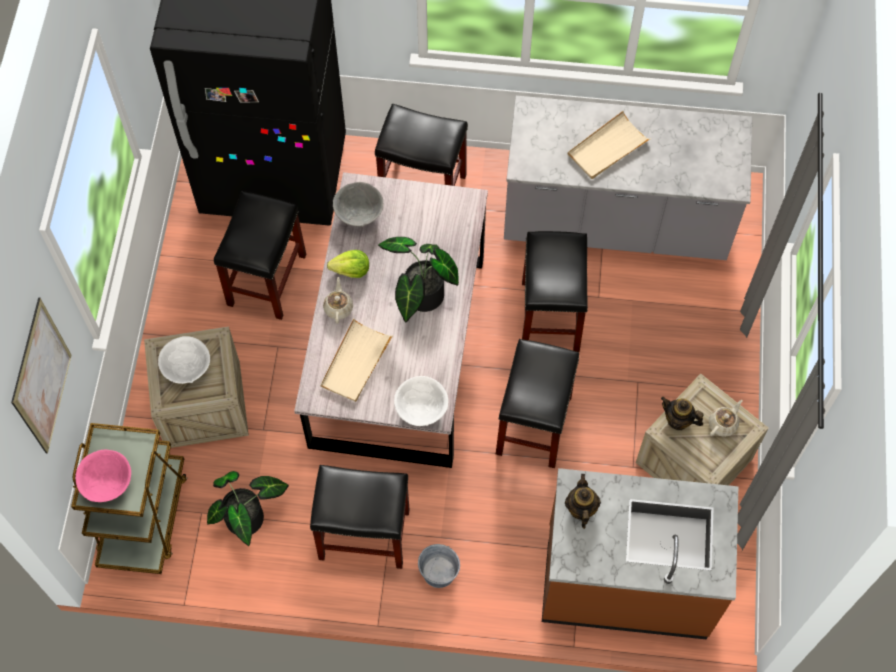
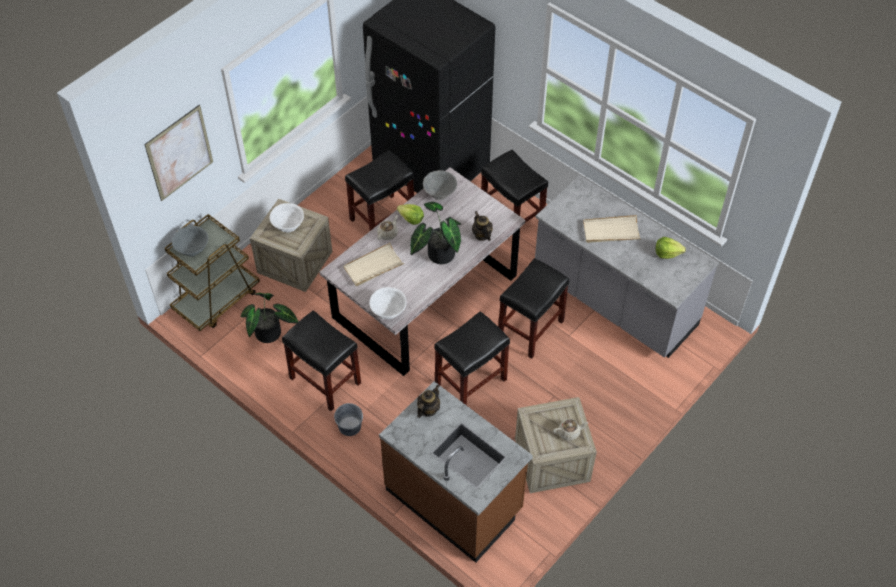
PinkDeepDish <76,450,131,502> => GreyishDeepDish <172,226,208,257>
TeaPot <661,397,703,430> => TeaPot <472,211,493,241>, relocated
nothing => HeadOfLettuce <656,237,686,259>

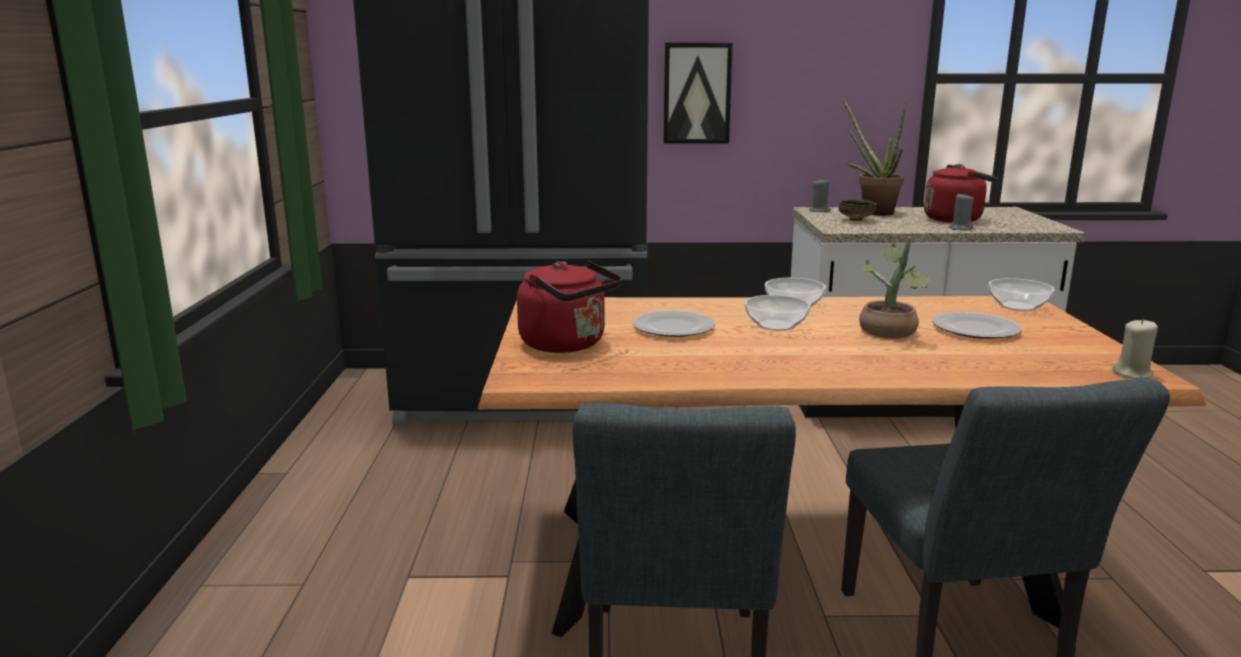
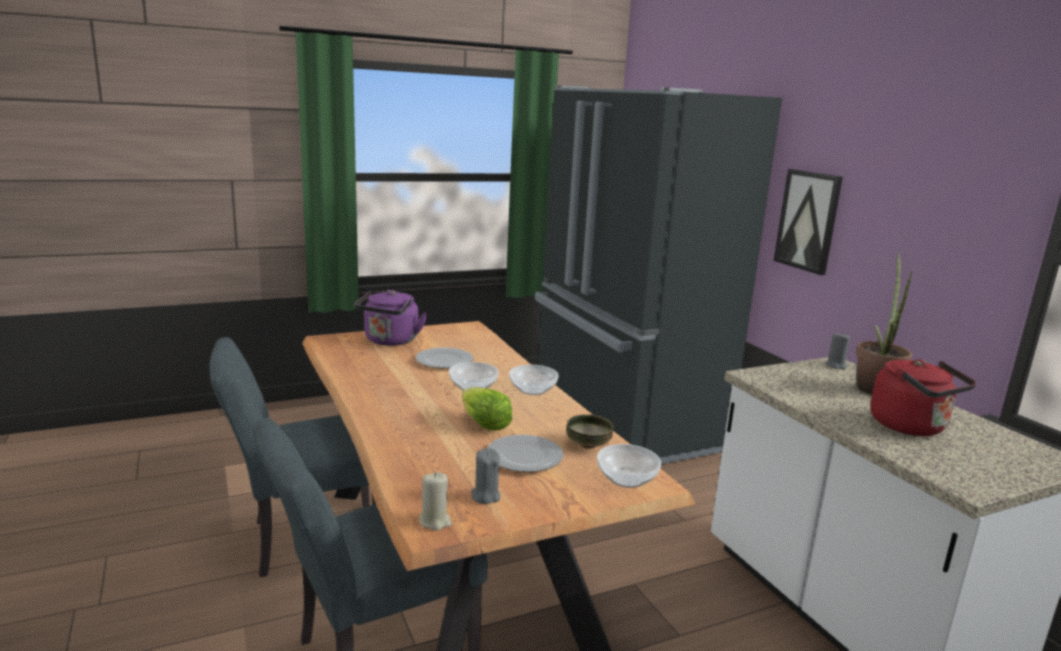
RedTeaKettle <517,260,622,353> => PurpleColouredTeaKettle <355,290,427,346>
Houseplant <859,237,929,338> => HeadOfLettuce <462,387,512,431>
GreyishWaxLight <949,193,974,230> => GreyishWaxLight <471,448,500,504>, relocated
DeepDish <839,199,876,221> => DeepDish <566,414,614,449>, relocated

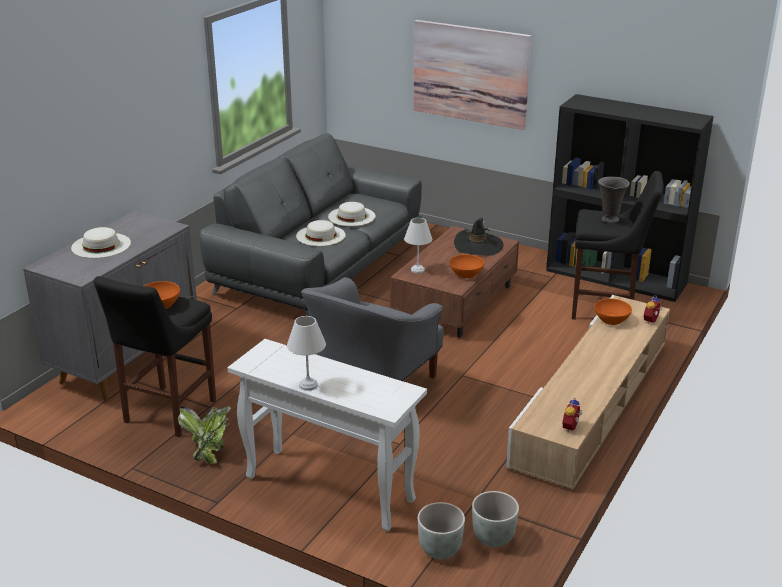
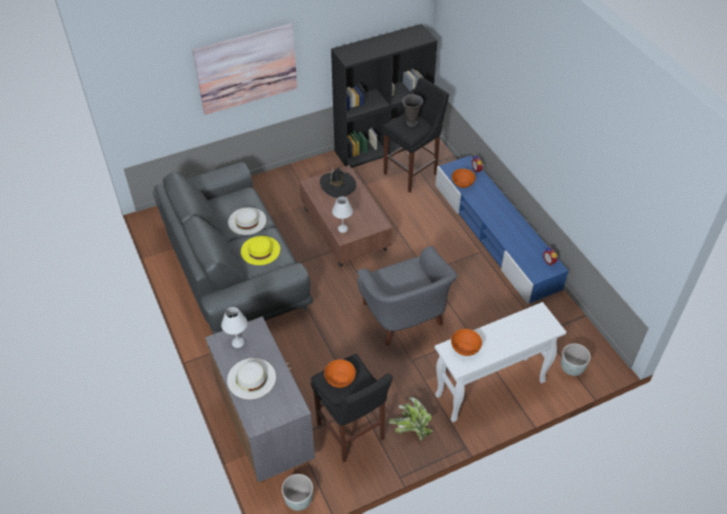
WhiteColouredLampForATable <287,316,326,391> => WhiteColouredLampForATable <221,307,247,348>, relocated
WhiteColouredHat <296,220,346,246> => YellowHat <241,236,280,265>
GreyishPlanter <472,491,519,547> => GreyishPlanter <282,474,313,511>, relocated
BeigeTvStand <506,295,670,490> => BlueColouredTvStand <435,155,568,304>
OrangeColouredDeepDish <450,254,484,278> => OrangeColouredDeepDish <451,329,482,356>, relocated

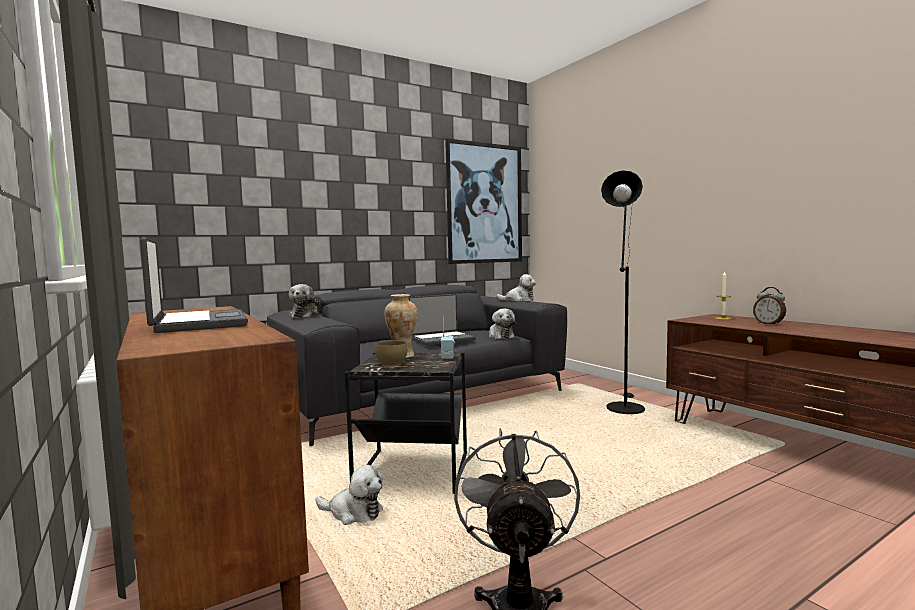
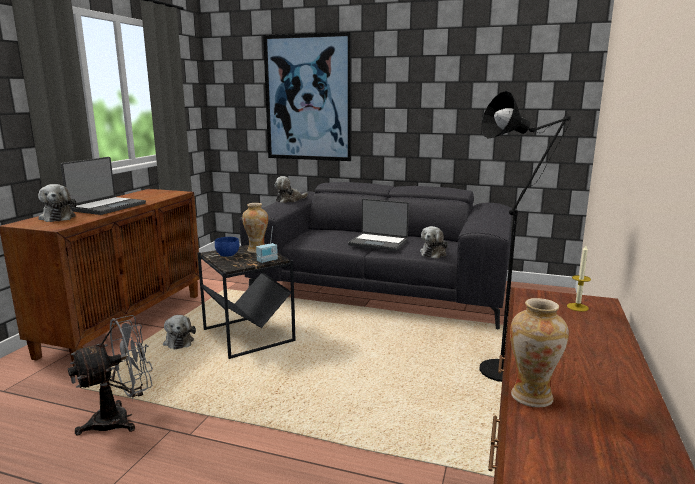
PlushToy <496,274,536,301> => PlushToy <38,184,77,222>, relocated
BrownColouredDeepDish <374,340,407,367> => BlueColouredDeepDish <215,237,239,257>
Picture <445,139,522,264> => Picture <263,32,352,161>, relocated
nothing => FlowerVase <510,298,569,408>
TableClock <753,287,786,325> => nothing

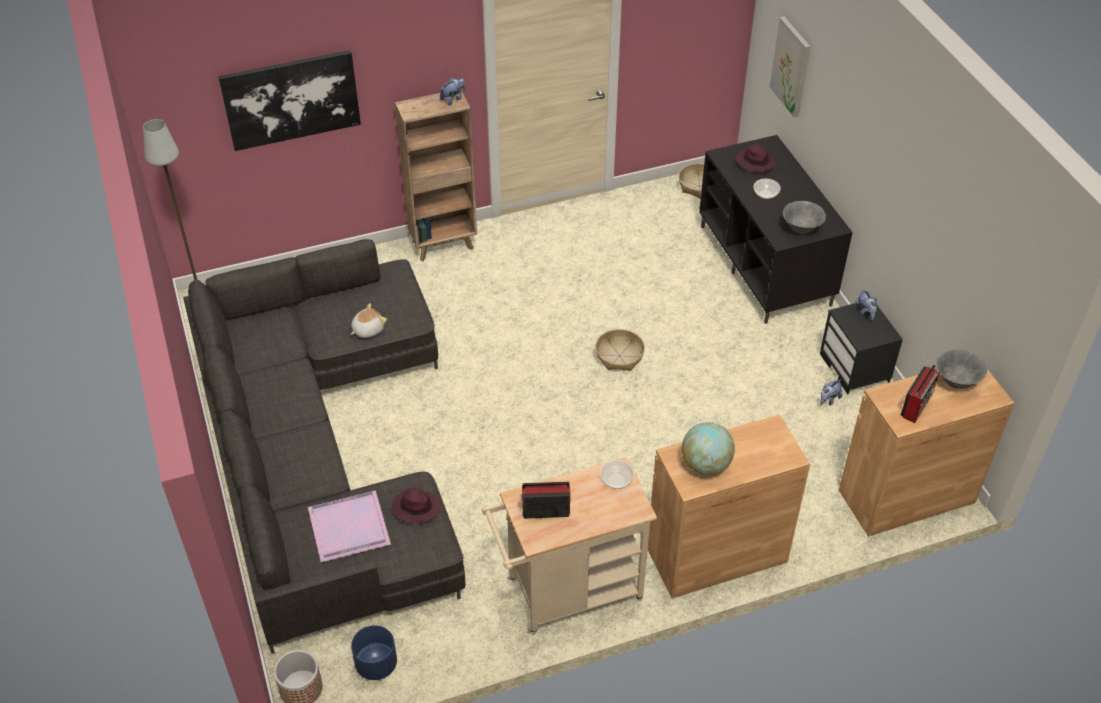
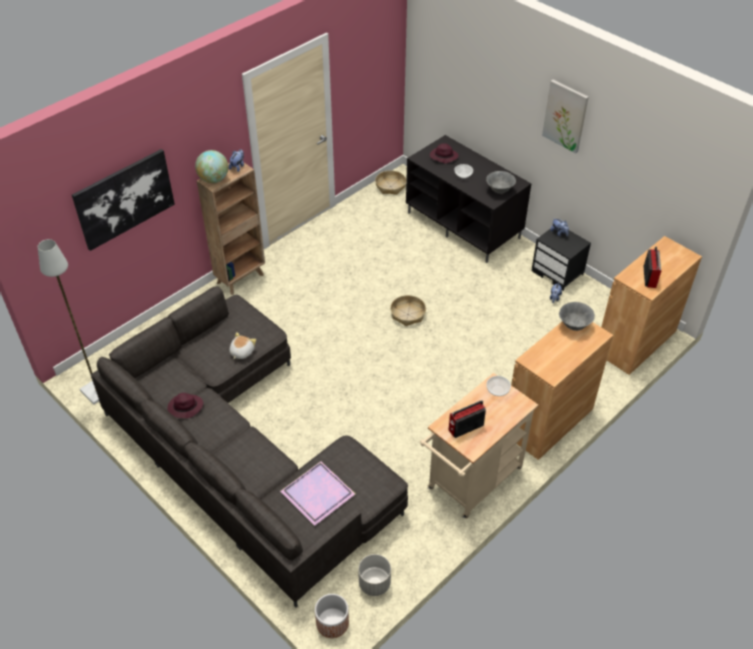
PurpleColouredHat <391,488,441,525> => PurpleColouredHat <167,393,203,418>, relocated
WorldGlobe <682,422,735,475> => WorldGlobe <195,150,228,183>, relocated
BlueColouredPlanter <351,625,397,680> => GreyishPlanter <358,554,391,596>
Picture <770,16,810,117> => Picture <542,80,589,153>, relocated
GreyishDeepDish <936,350,987,389> => GreyishDeepDish <559,302,595,331>, relocated

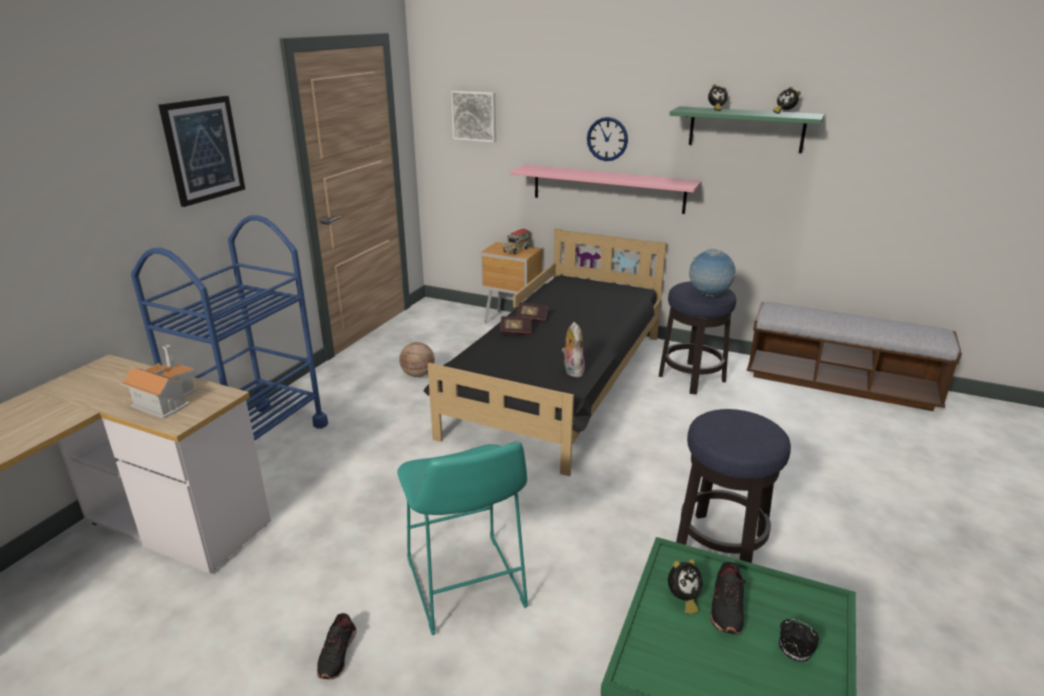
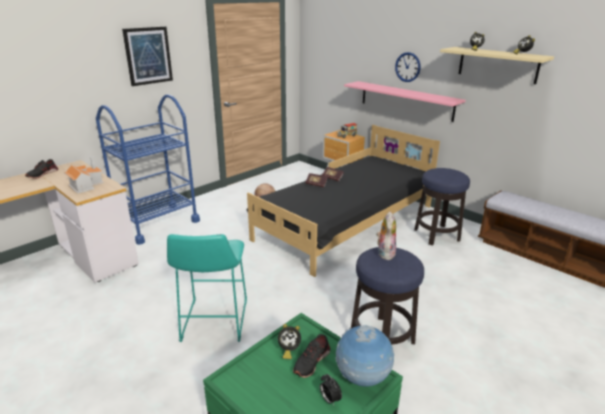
BlackLowShoe <317,613,356,679> => BlackLowShoe <25,159,58,179>, relocated
WorldGlobe <689,249,736,297> => WorldGlobe <336,325,395,387>, relocated
PlushToy <562,322,585,377> => PlushToy <376,212,396,260>, relocated
GreenColouredBracketShelf <669,106,824,153> => BeigeBracketShelf <440,47,554,84>
Picture <451,91,496,143> => nothing

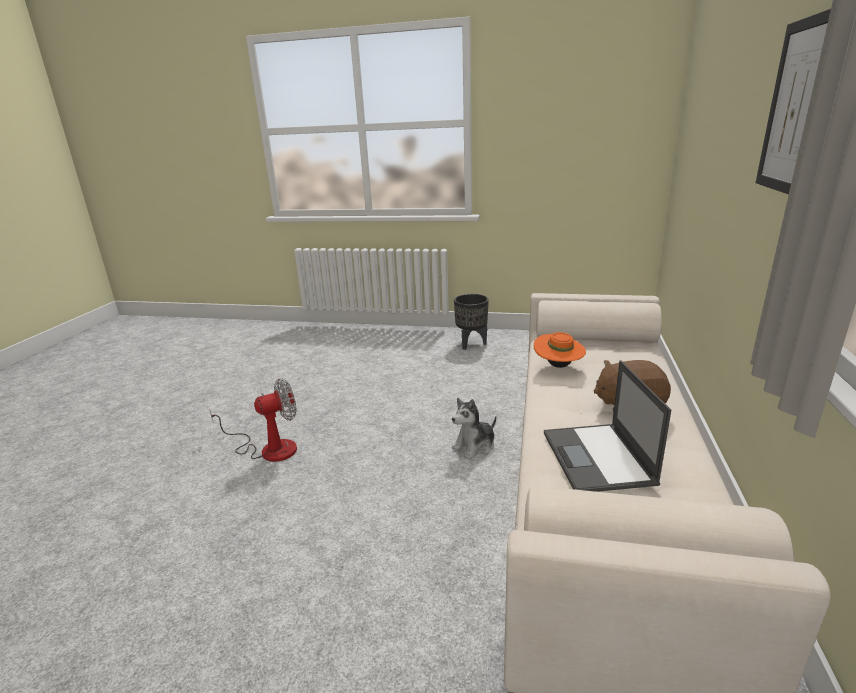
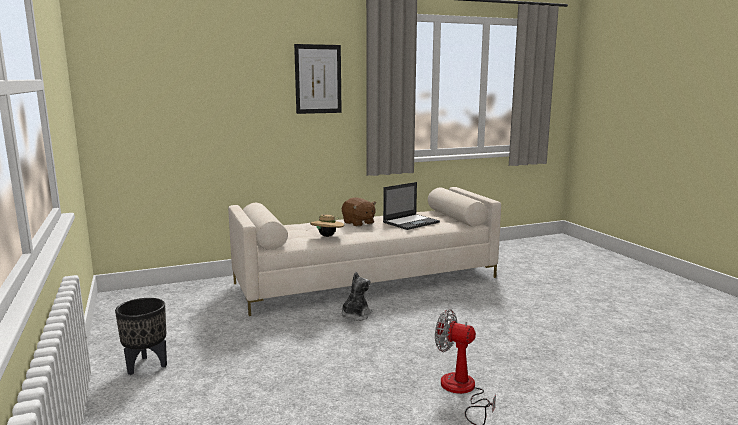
OrangeColouredHat <534,332,586,368> => BeigeHat <310,215,344,237>
PlushToy <452,398,496,460> => PlushToy <341,272,372,321>, 75 degrees counterclockwise

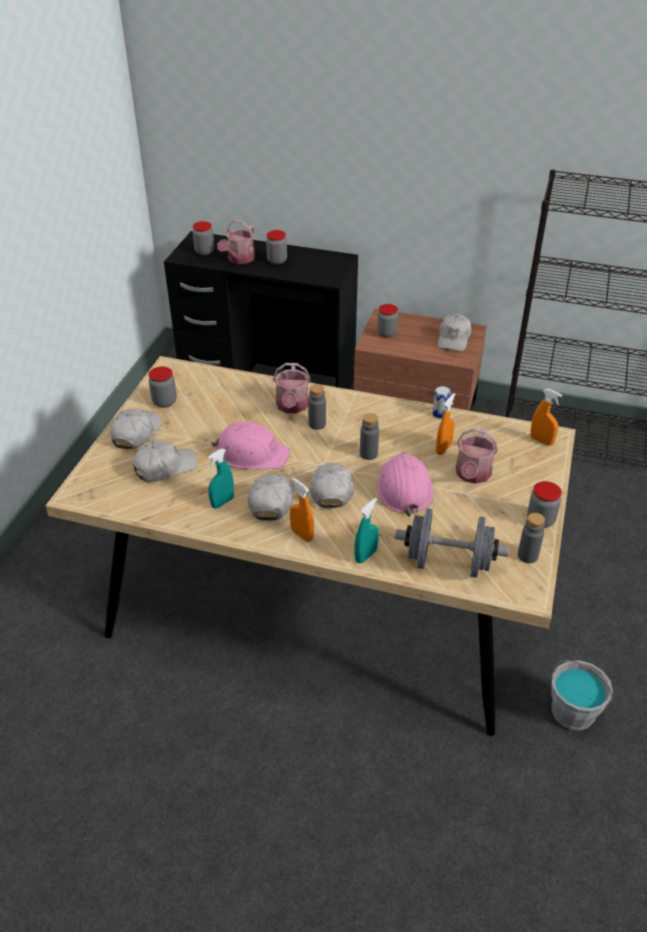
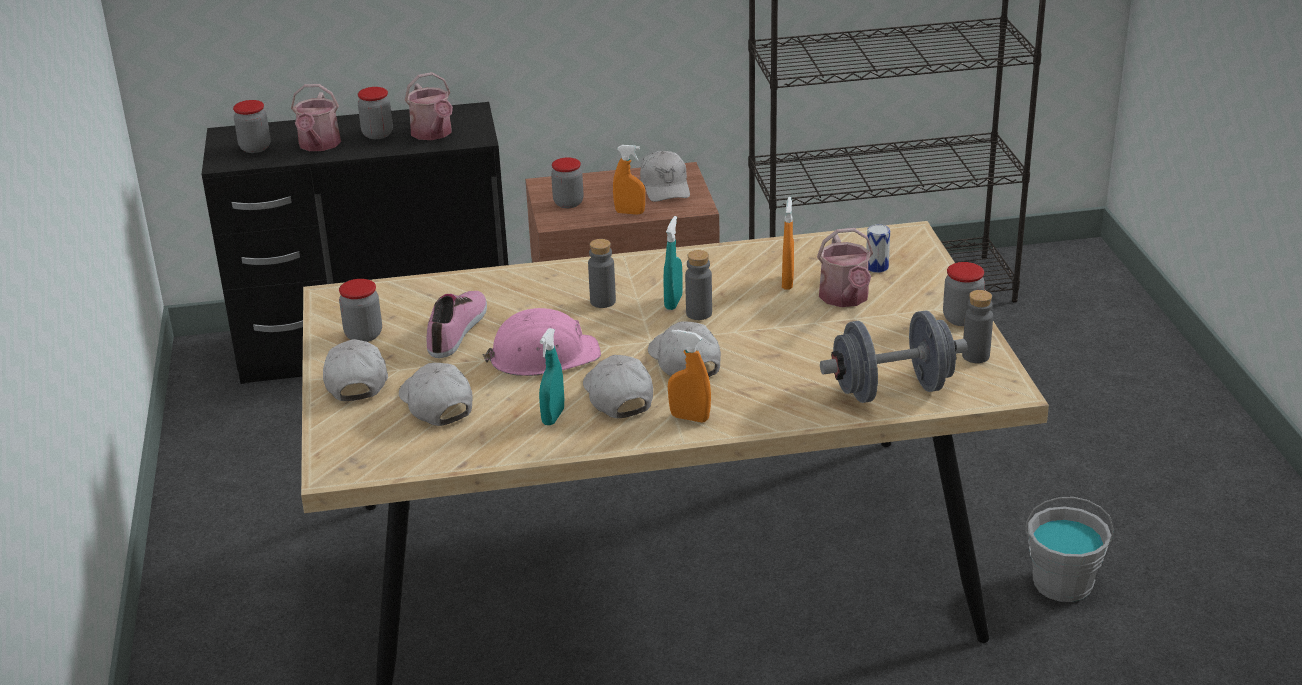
WhiteColouredPeakedCap <132,440,198,482> => WhiteColouredPeakedCap <399,363,473,426>, 60 degrees counterclockwise
SprinklingCan <273,363,311,414> => SprinklingCan <405,72,453,140>, relocated
nothing => LowShoe <427,291,487,358>
OrangeColouredSprayBottle <530,389,562,446> => OrangeColouredSprayBottle <613,145,645,215>, relocated
BlueGreenSprayBottle <354,498,379,563> => BlueGreenSprayBottle <663,216,683,310>, relocated
SealedCan <433,386,451,419> => SealedCan <866,224,890,273>, relocated
PinkHardHat <378,453,434,517> => nothing

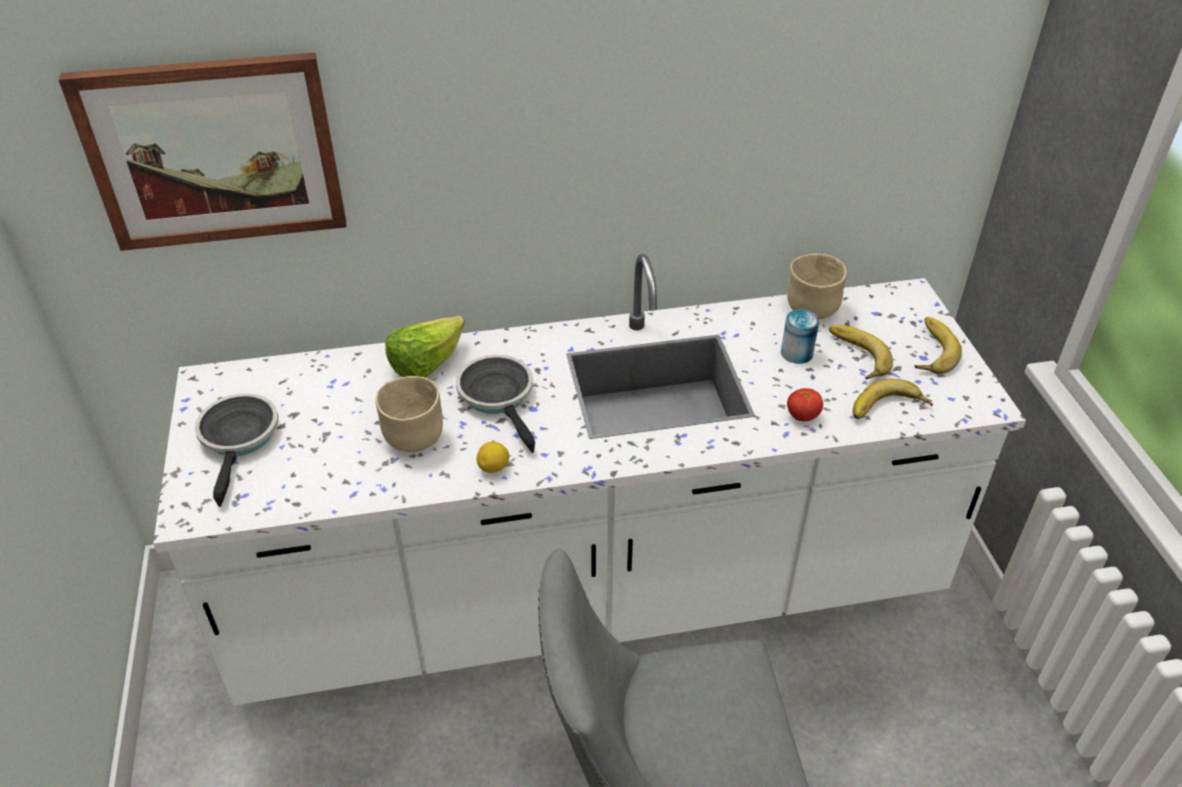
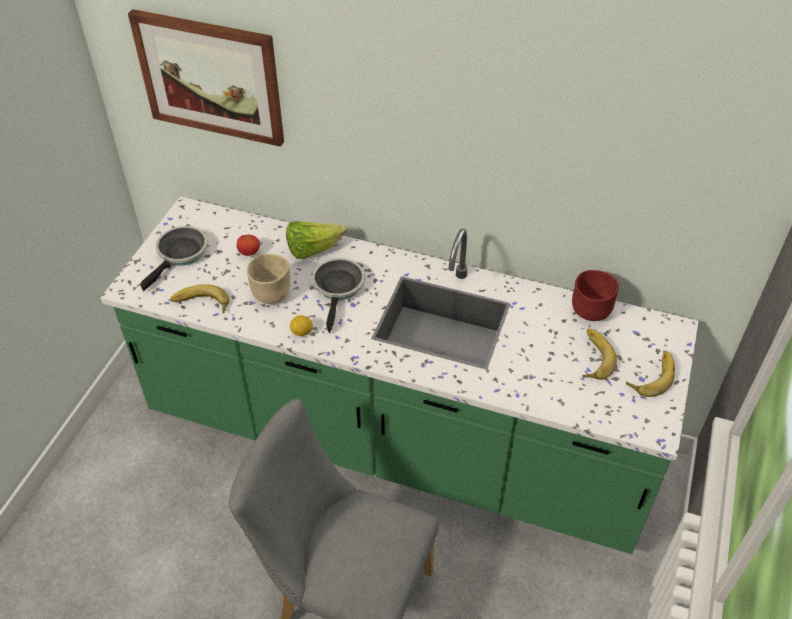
WhiteColouredKitchenCounter <153,254,1026,705> => GreenColouredKitchenCounter <101,197,699,554>
Banana <853,379,933,419> => Banana <170,284,229,313>, relocated
Tomato <787,388,823,421> => Tomato <237,235,260,256>, relocated
BeigeDeepDish <787,254,847,319> => RedDeepDish <572,270,619,321>
SealedCan <781,310,819,364> => nothing

